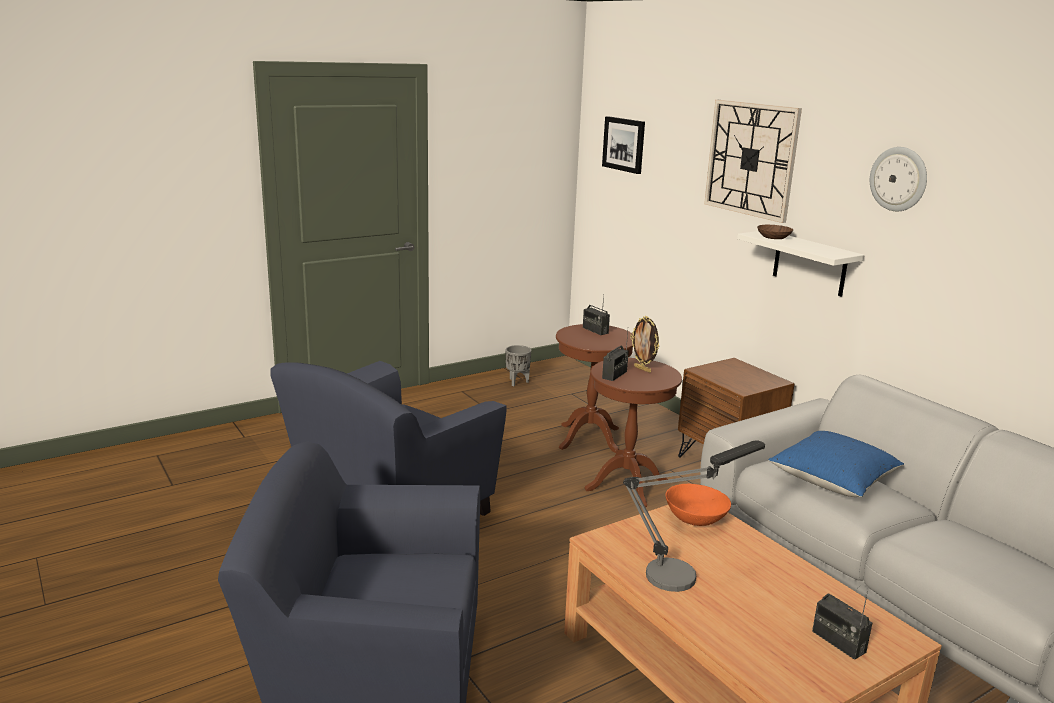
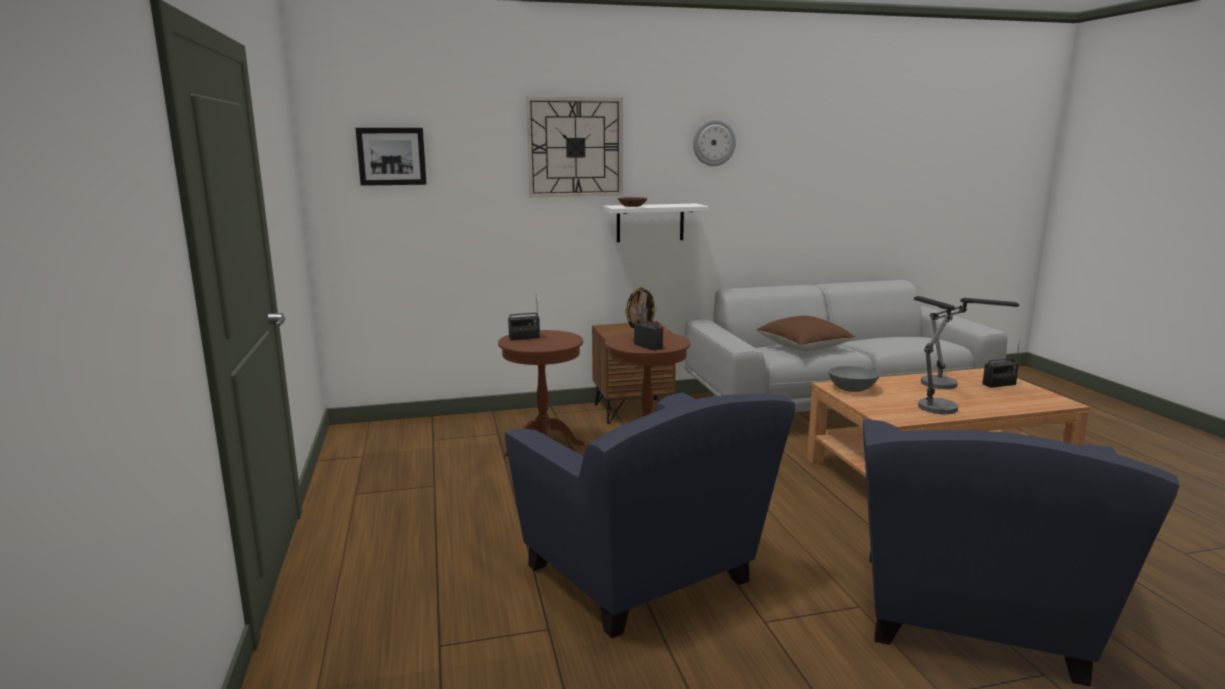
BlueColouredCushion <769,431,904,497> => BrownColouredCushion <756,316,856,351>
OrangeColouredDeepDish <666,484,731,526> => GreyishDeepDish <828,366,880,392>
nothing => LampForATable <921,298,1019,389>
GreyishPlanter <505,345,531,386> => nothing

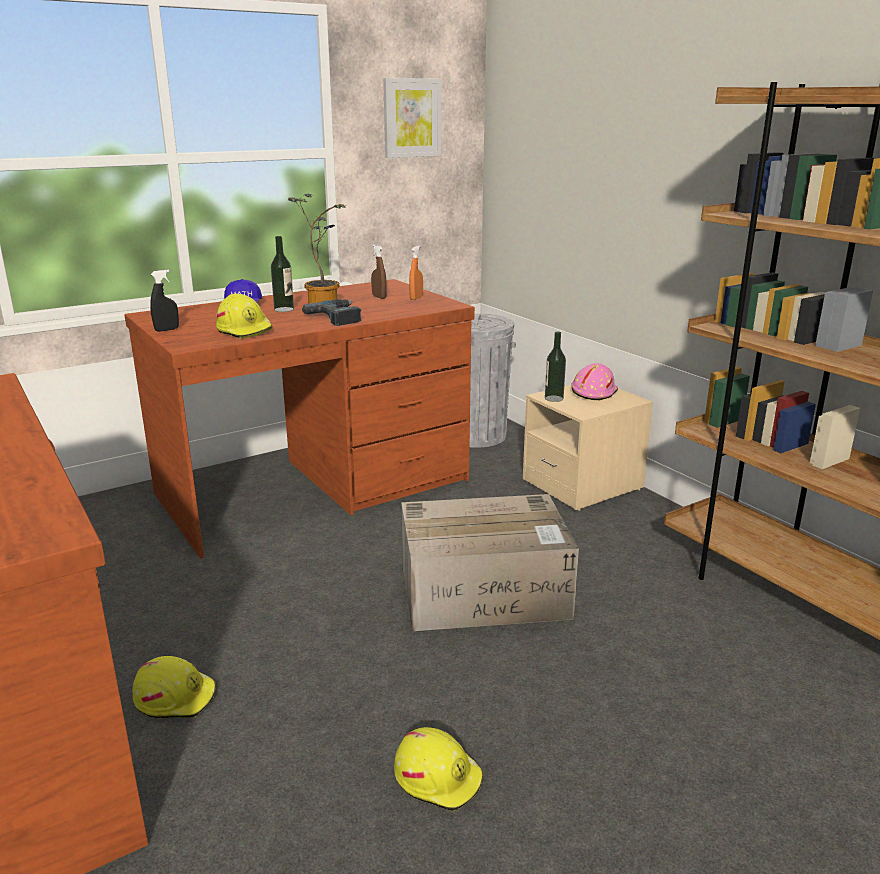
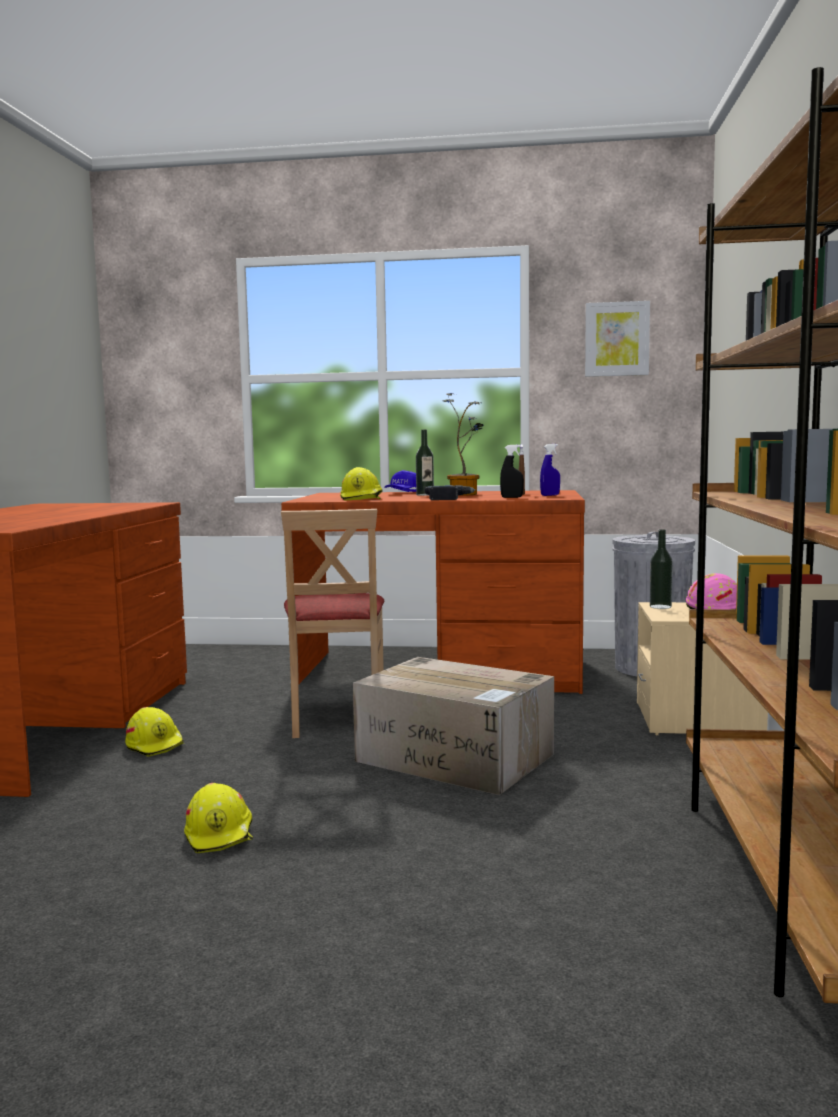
nothing => BeigeUprightChair <281,509,384,738>
BlackSprayBottle <150,270,179,332> => BlackSprayBottle <500,445,524,498>, relocated
OrangeColouredSprayBottle <409,245,423,300> => BlueColouredSprayBottle <540,444,560,496>

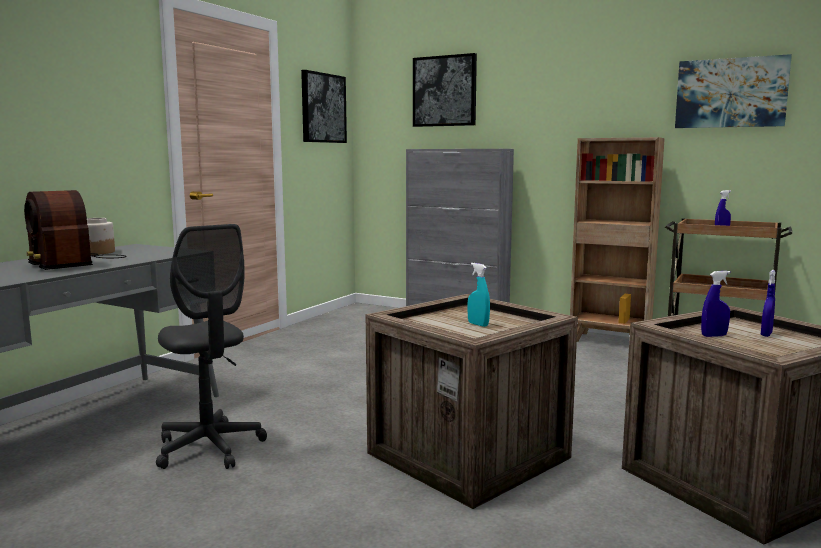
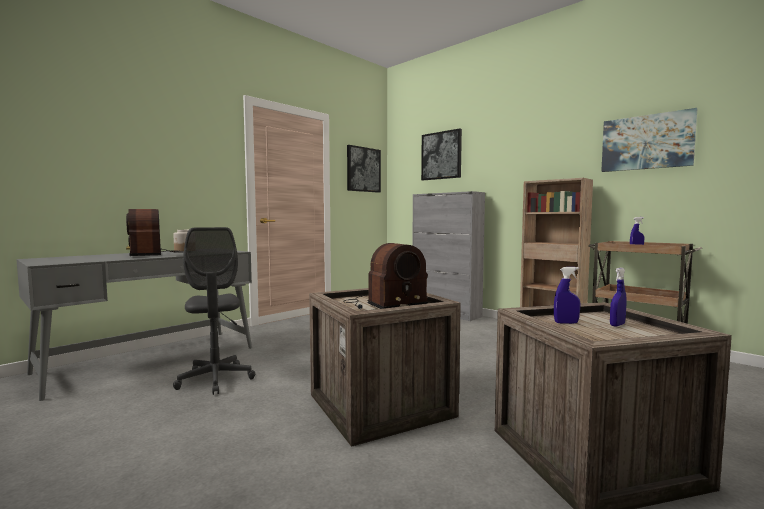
BlueGreenSprayBottle <467,263,490,327> => Radio <343,243,428,309>

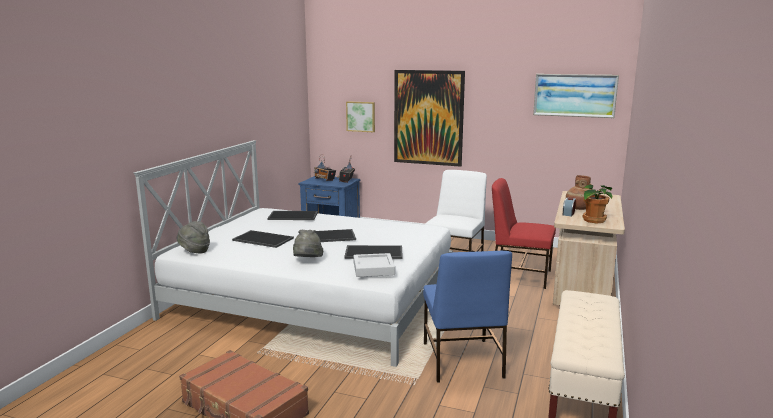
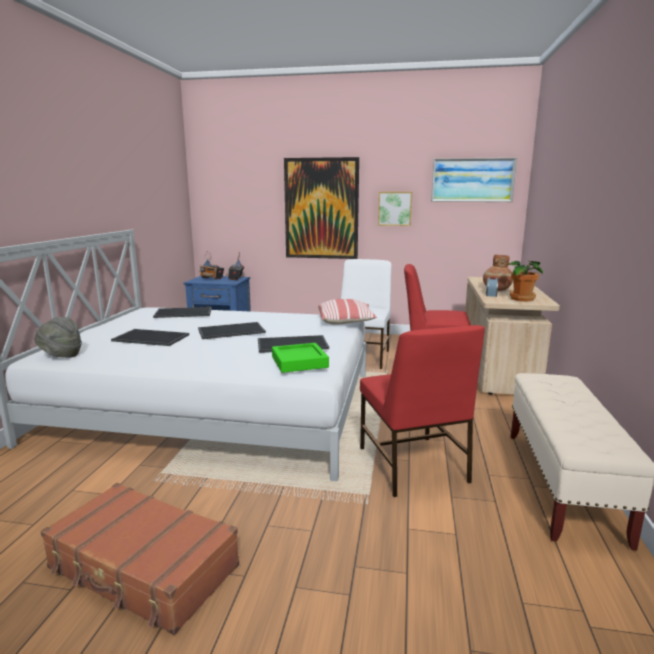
GreyishTray <353,253,395,277> => GreenColouredTray <272,343,329,373>
nothing => Cushion <318,299,377,325>
BlueColouredUprightChair <423,251,512,383> => RedUprightChair <360,325,485,497>
Picture <346,101,375,132> => Picture <378,192,412,226>, relocated
GreyishHat <293,230,323,257> => nothing

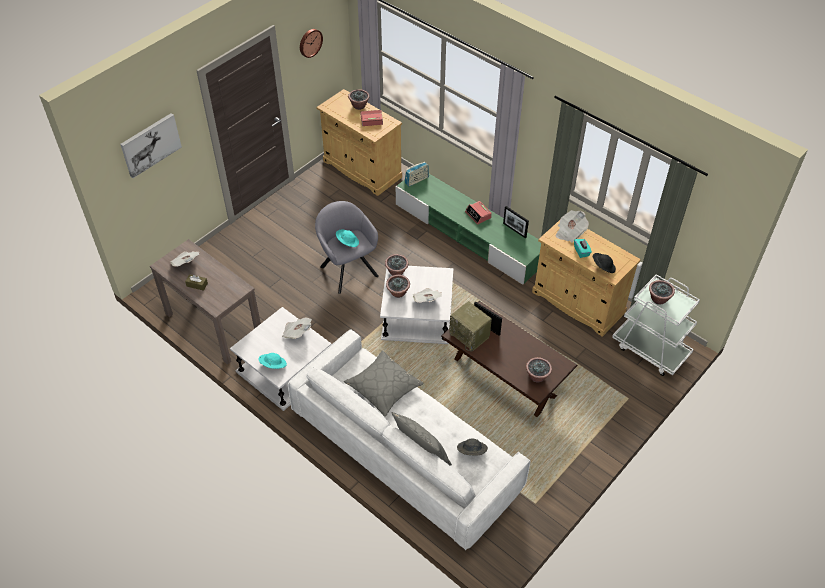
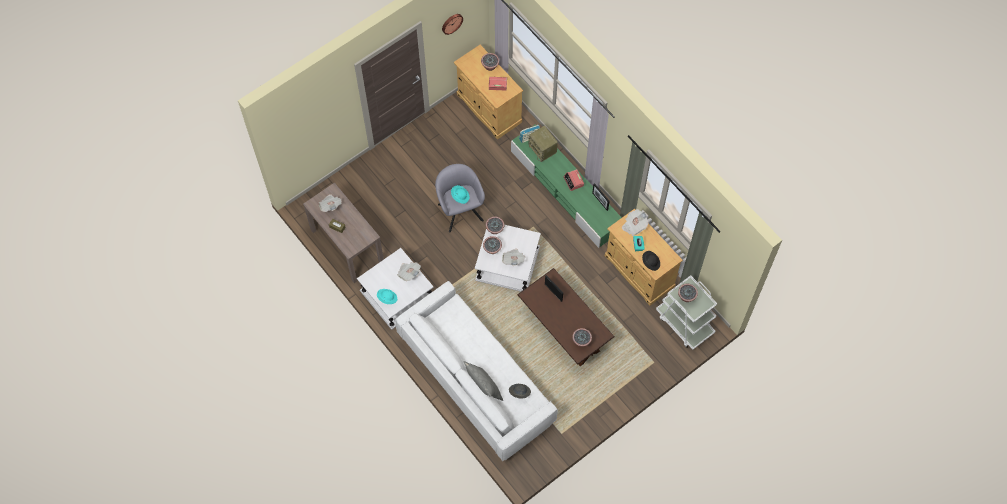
Radio <449,301,492,352> => Radio <529,126,558,162>, relocated
Picture <120,113,182,178> => nothing
GreyishCushion <344,350,424,417> => nothing

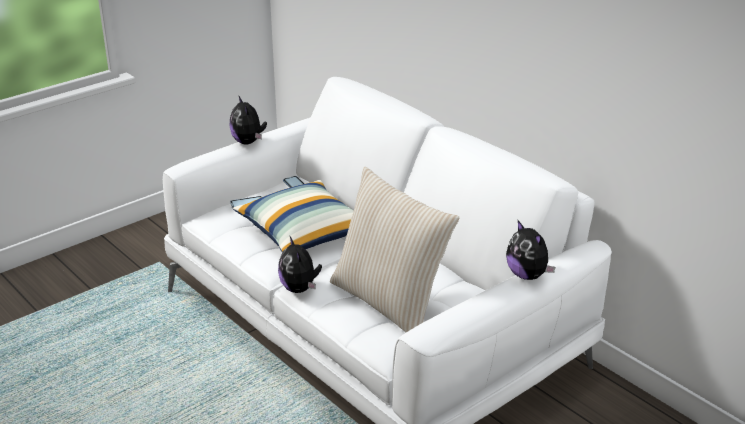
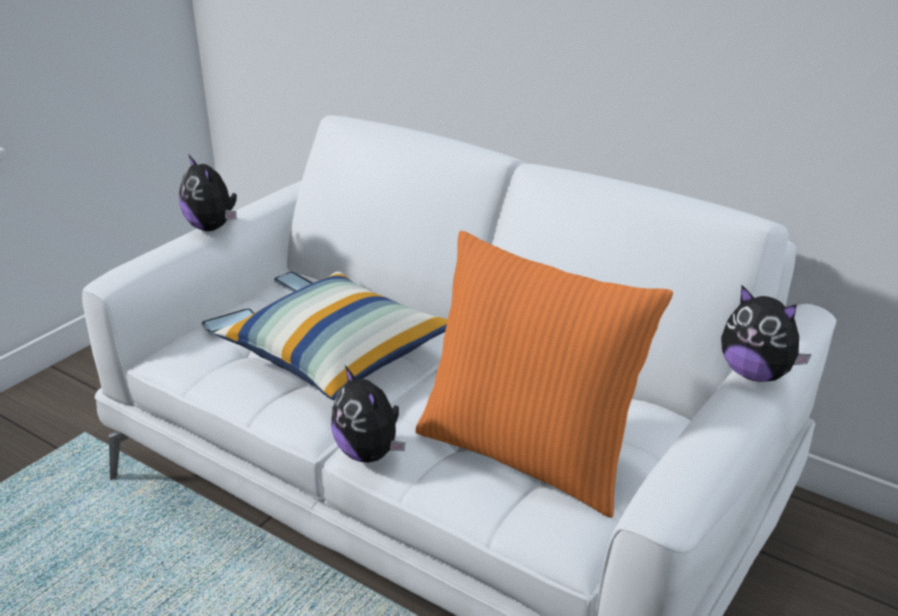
BeigeCushion <330,167,459,333> => OrangeColouredCushion <415,231,673,518>

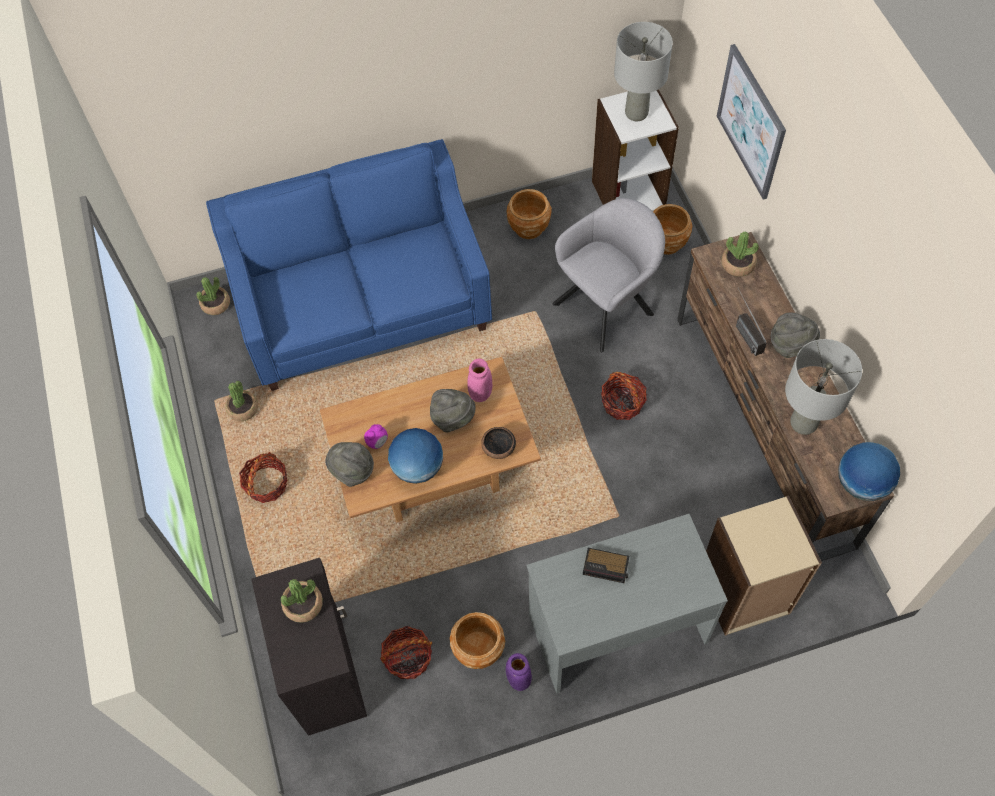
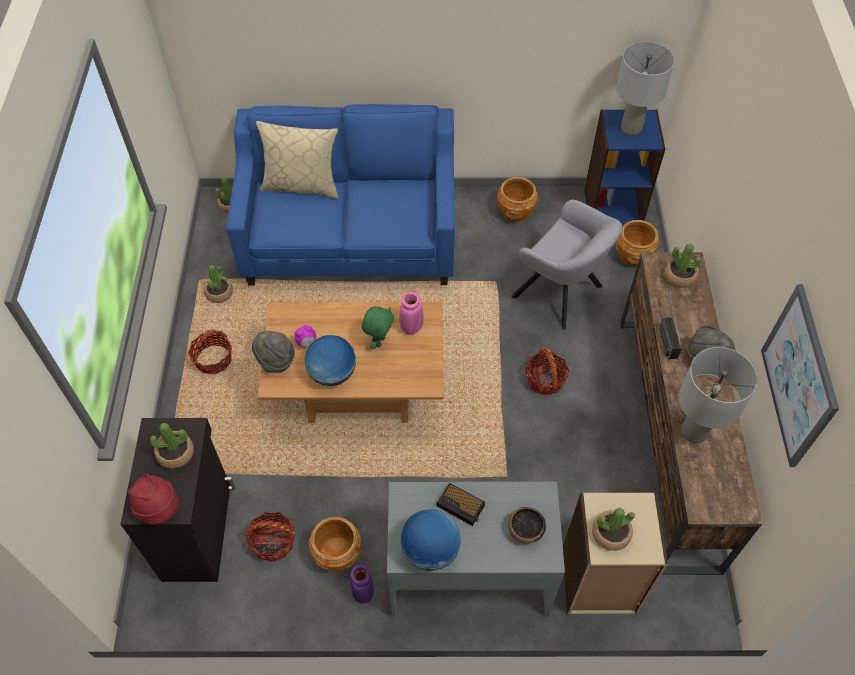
nothing => RedHat <128,474,179,524>
nothing => BeigeCushion <256,121,338,199>
GreyishHat <430,389,475,432> => GreenColouredPlushToy <362,306,394,349>
WorldGlobe <838,442,900,501> => WorldGlobe <400,509,461,571>, relocated
DeepDish <481,427,516,459> => DeepDish <508,507,546,544>, relocated
GreyishArmchair <552,198,665,352> => GreyishArmchair <511,200,622,330>, 60 degrees clockwise
WhiteColouredBookcase <592,89,679,211> => BlueColouredBookcase <584,110,665,227>
nothing => Houseplant <592,508,635,551>
Picture <716,44,786,199> => Picture <761,284,839,467>, relocated

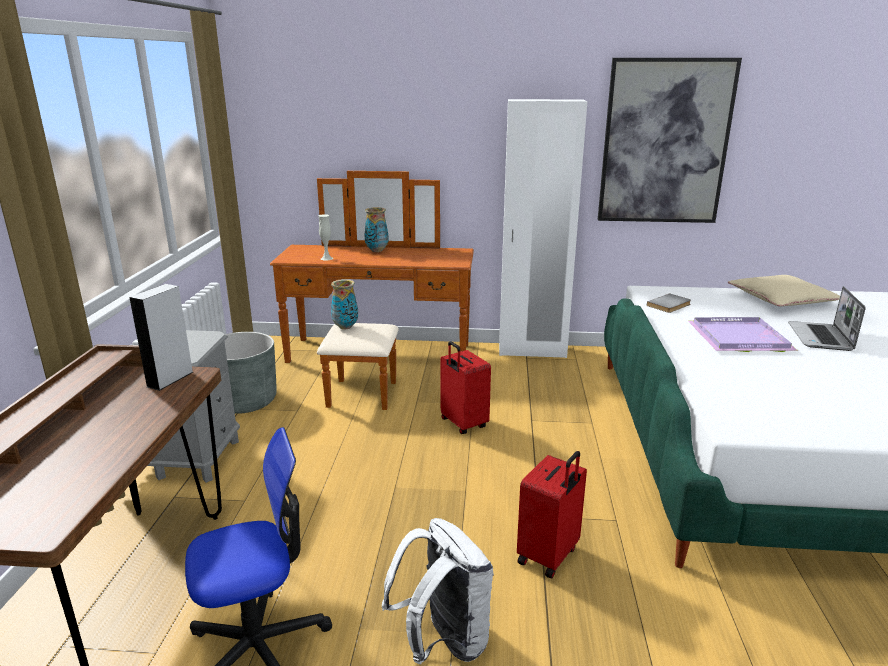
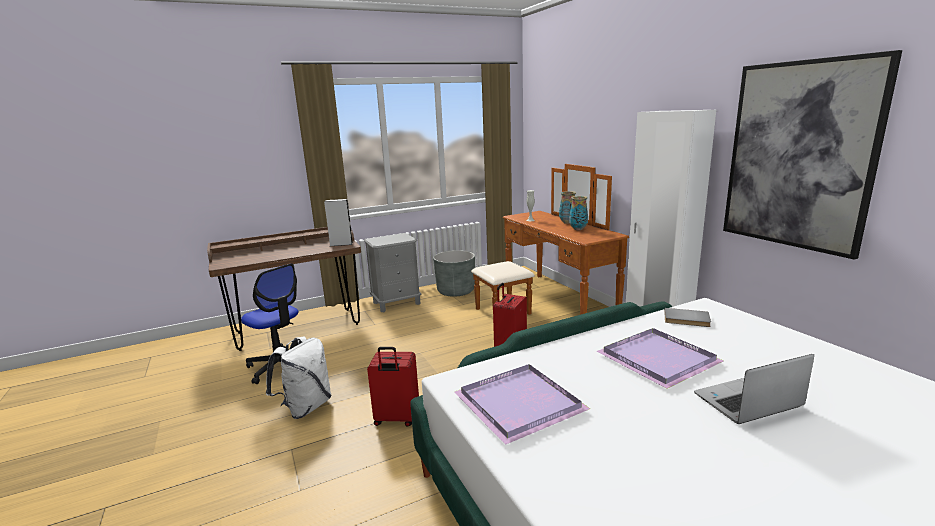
nothing => PurpleColouredTray <454,364,590,445>
FlowerVase <331,279,358,329> => FlowerVase <569,196,588,230>, relocated
BeigeCushion <728,275,840,306> => nothing

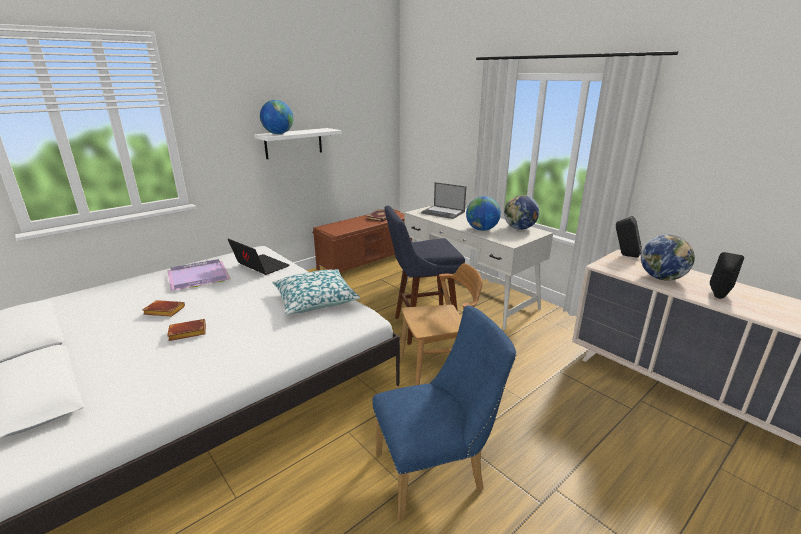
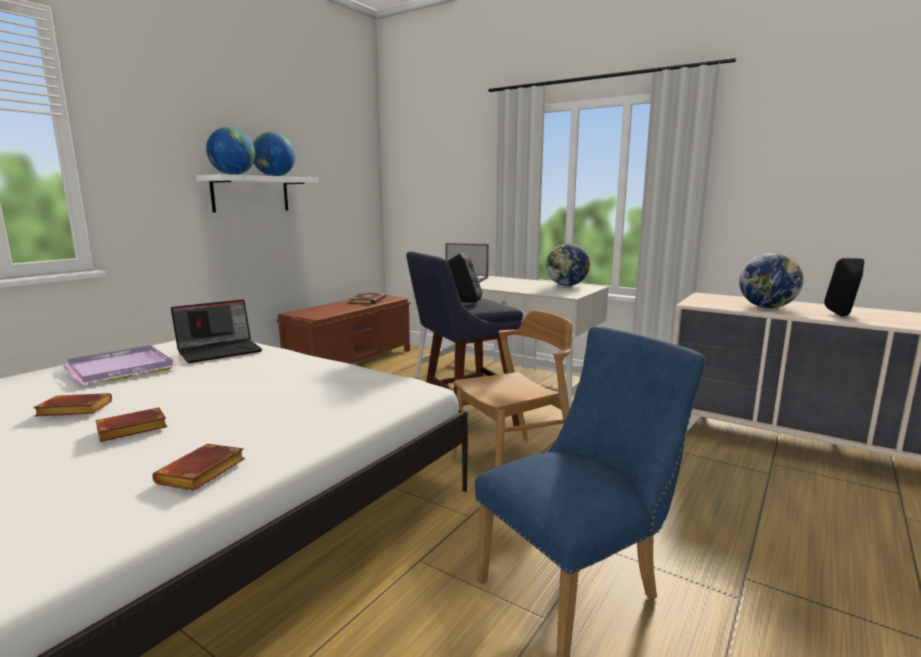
nothing => BrownColouredBook <152,444,245,491>
PortableComputer <228,239,289,275> => PortableComputer <171,299,263,363>, 120 degrees clockwise
WorldGlobe <466,196,501,231> => WorldGlobe <253,132,295,176>, relocated
BlackLoudspeaker <616,216,642,258> => BlackLoudspeaker <447,252,482,303>, relocated
Cushion <272,269,360,315> => nothing

